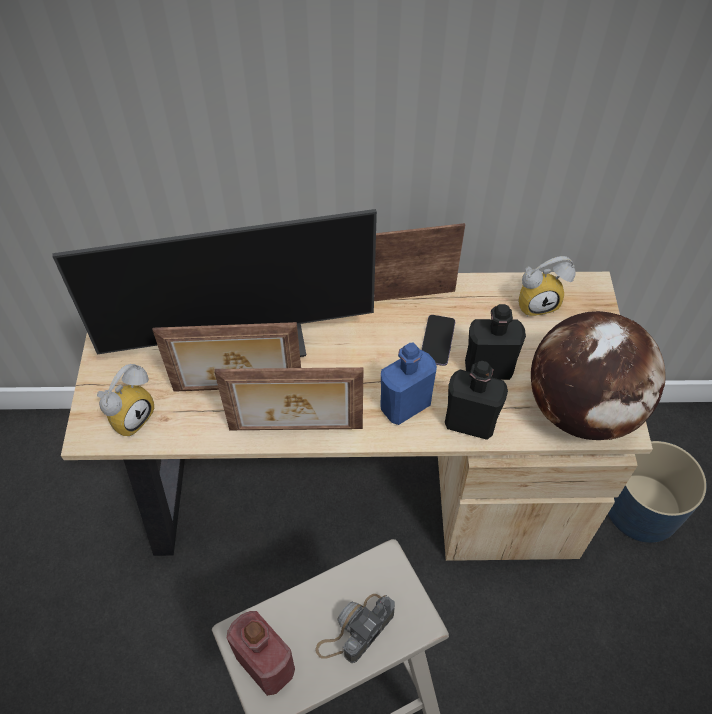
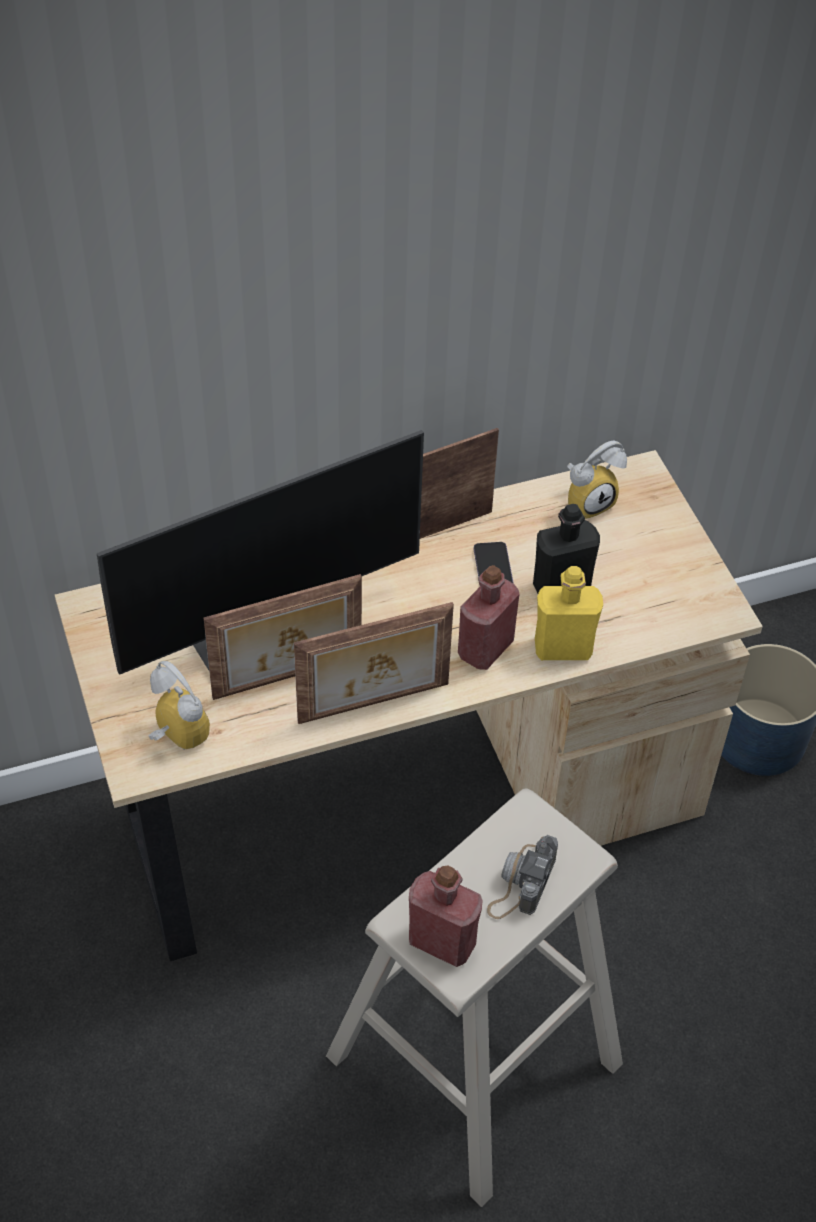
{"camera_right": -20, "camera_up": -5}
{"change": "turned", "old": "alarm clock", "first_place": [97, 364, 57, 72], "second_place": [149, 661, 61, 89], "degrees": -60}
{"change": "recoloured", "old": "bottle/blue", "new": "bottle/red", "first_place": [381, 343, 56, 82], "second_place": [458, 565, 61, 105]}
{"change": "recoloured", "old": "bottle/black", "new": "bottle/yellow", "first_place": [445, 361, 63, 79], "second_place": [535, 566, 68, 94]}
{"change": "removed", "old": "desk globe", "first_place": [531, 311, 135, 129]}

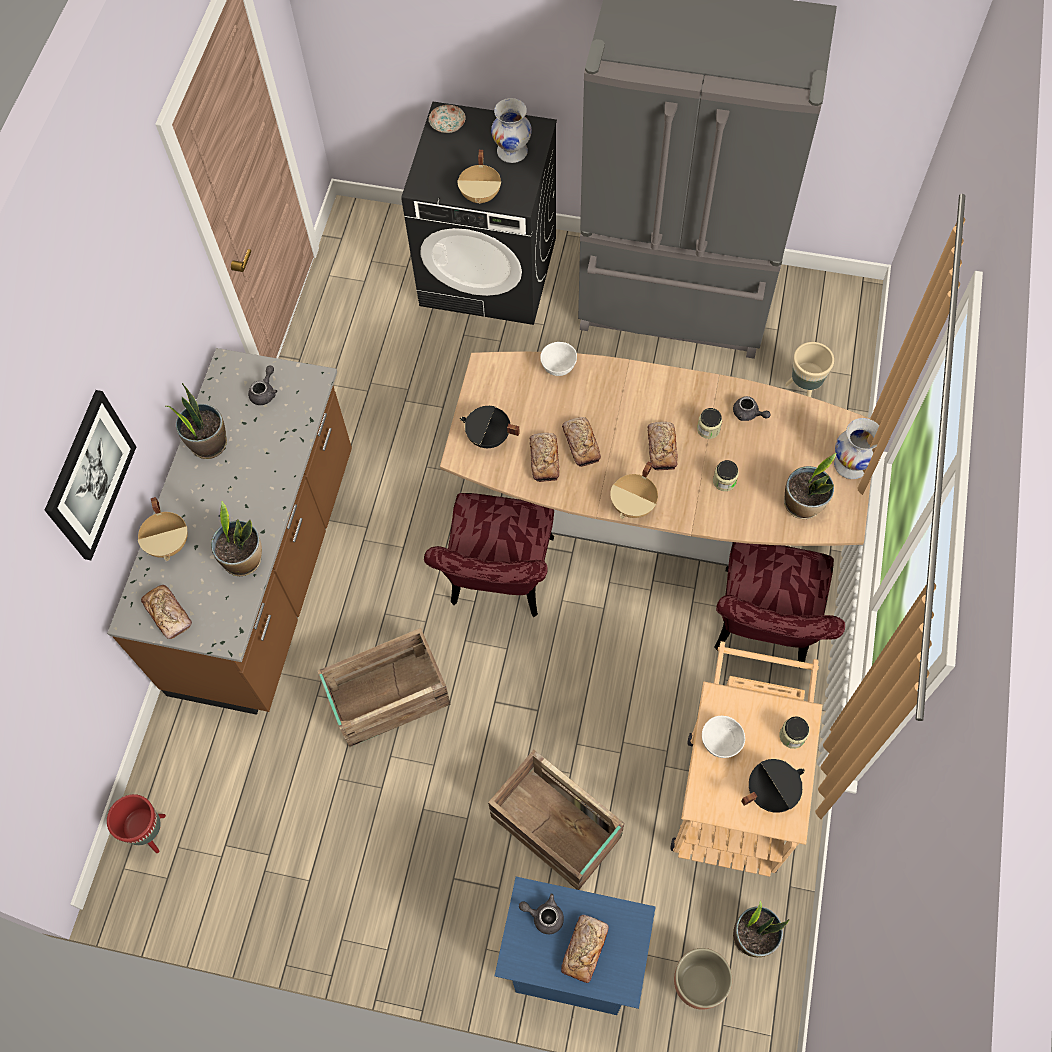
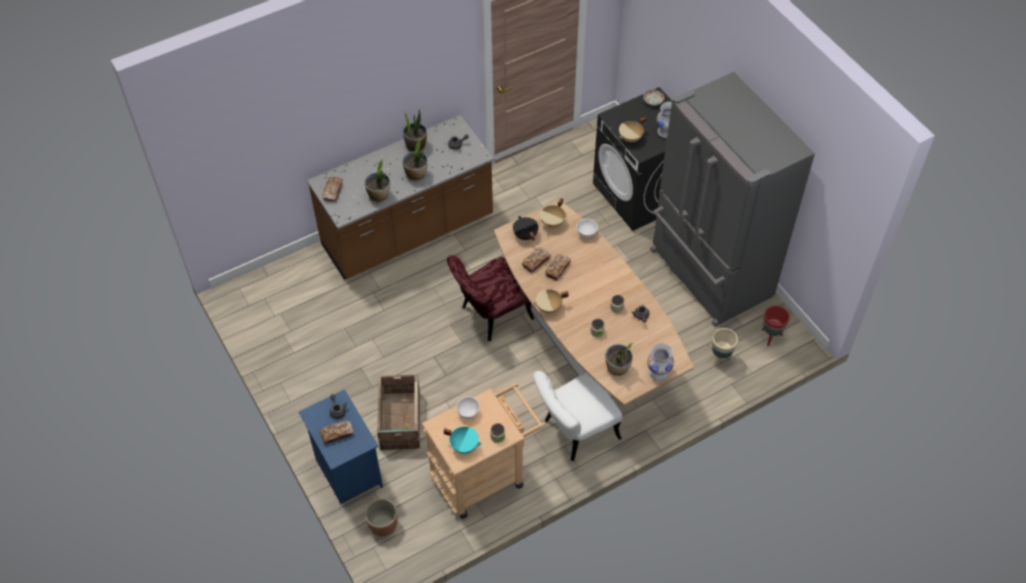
{"camera_right": 45, "camera_up": -10}
{"change": "removed", "old": "wall art", "first_place": [45, 390, 91, 170]}
{"change": "moved", "old": "plant pot/red", "first_place": [107, 794, 59, 59], "second_place": [762, 306, 28, 40]}
{"change": "moved", "old": "stockpot/beige", "first_place": [138, 497, 50, 64], "second_place": [540, 198, 26, 30]}
{"change": "removed", "old": "crate", "first_place": [318, 628, 132, 119]}
{"change": "removed", "old": "bread", "first_place": [647, 422, 30, 49]}
{"change": "recoloured", "old": "chair/red", "new": "chair/white", "first_place": [714, 542, 131, 120], "second_place": [533, 371, 89, 90]}
{"change": "moved", "old": "potted plant", "first_place": [733, 901, 56, 56], "second_place": [403, 137, 25, 44]}
{"change": "recoloured", "old": "stockpot/black", "new": "stockpot/turquoise", "first_place": [741, 759, 64, 54], "second_place": [444, 427, 38, 27]}

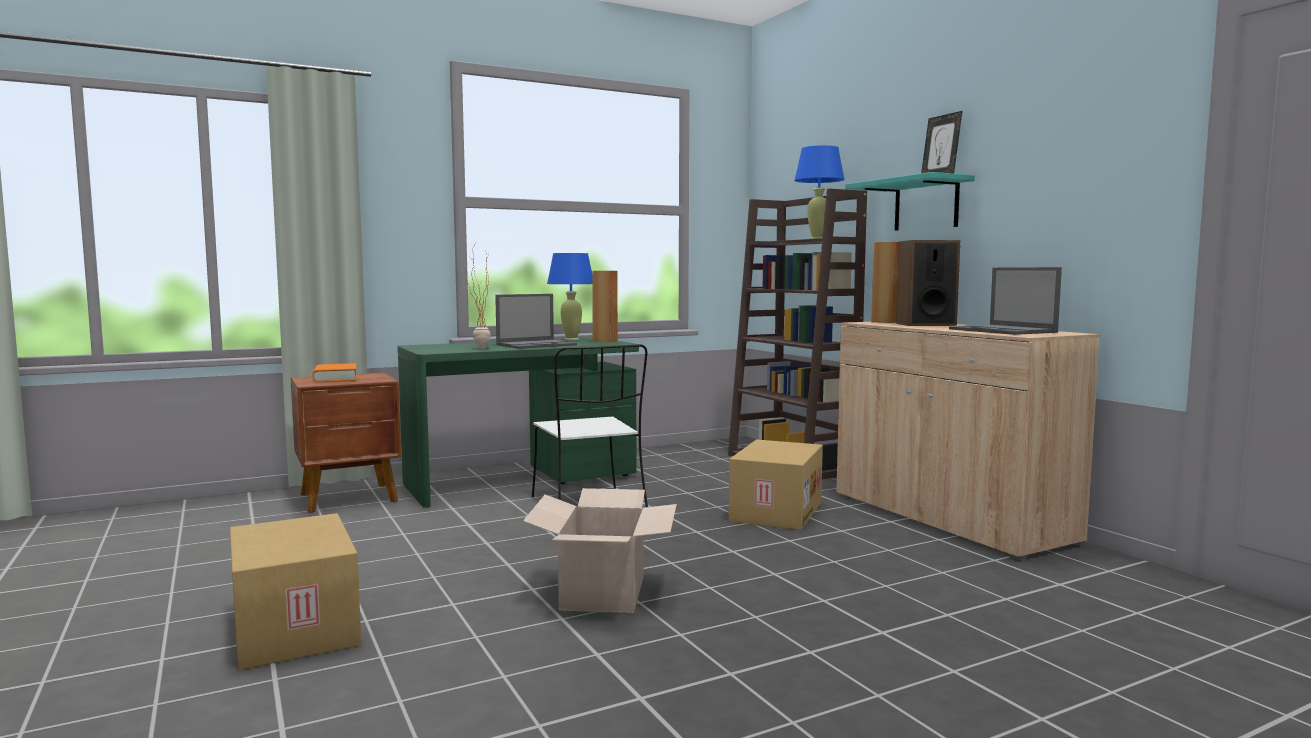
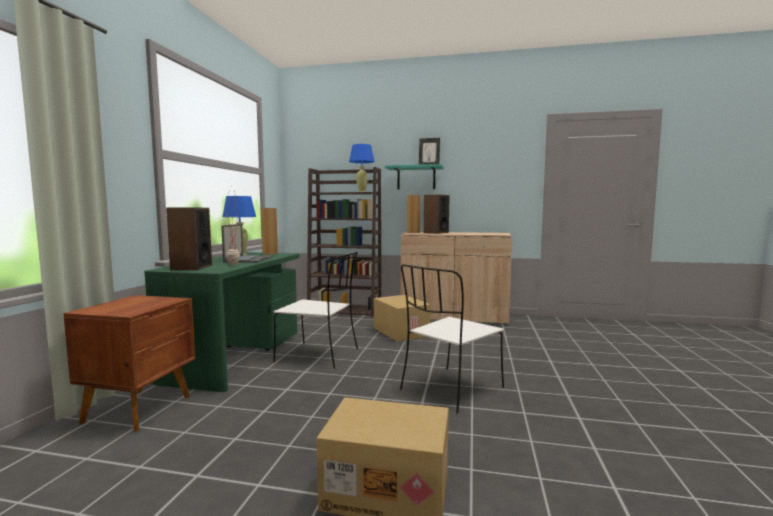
{"camera_right": -50, "camera_up": 0}
{"change": "removed", "old": "bound book/orange", "first_place": [312, 363, 45, 19]}
{"change": "replaced", "old": "carton", "new": "chair/white", "first_place": [523, 488, 154, 125], "second_place": [400, 264, 104, 149]}
{"change": "removed", "old": "notebook computer", "first_place": [949, 267, 113, 68]}
{"change": "added", "new": "loudspeaker", "second_place": [166, 208, 46, 62]}

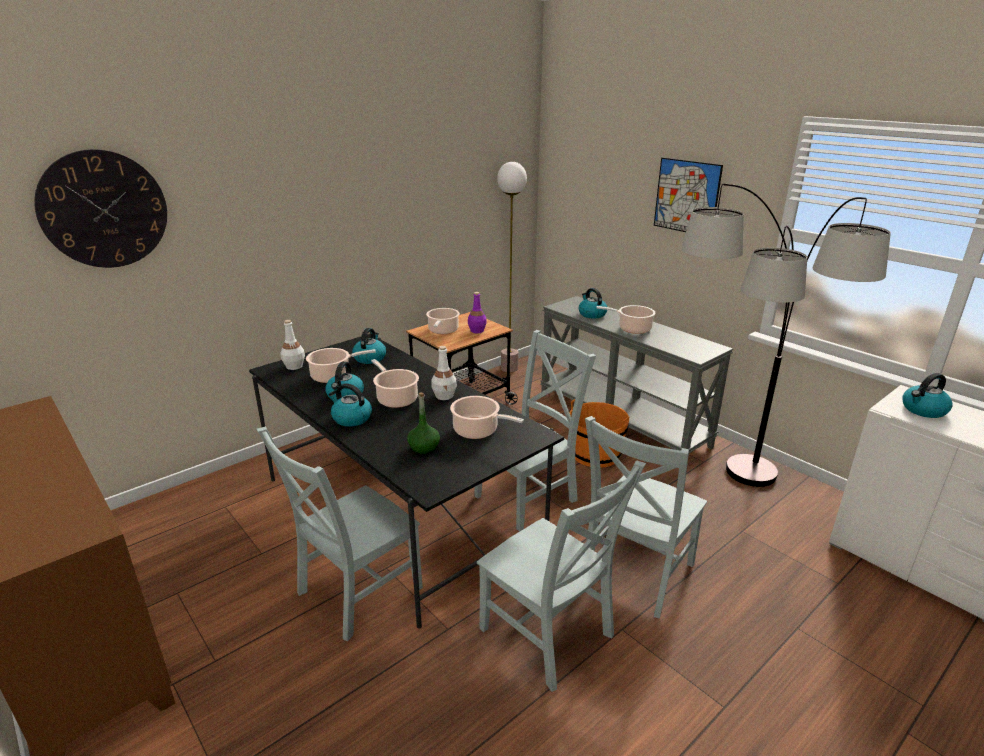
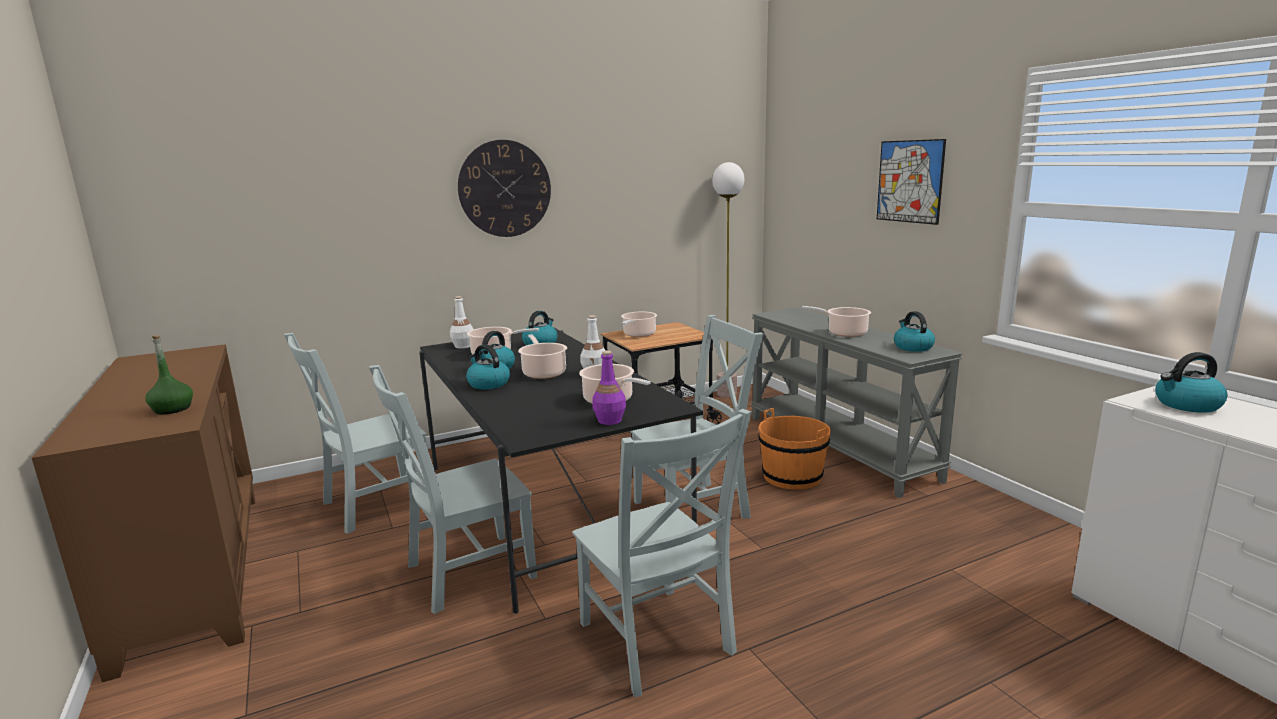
{"camera_right": 15, "camera_up": -10}
{"change": "moved", "old": "hanging clock", "first_place": [34, 149, 133, 119], "second_place": [458, 140, 93, 97]}
{"change": "moved", "old": "bottle/green", "first_place": [407, 393, 33, 61], "second_place": [145, 335, 48, 79]}
{"change": "moved", "old": "bottle/purple-coloured", "first_place": [468, 292, 19, 41], "second_place": [592, 350, 34, 75]}
{"change": "moved", "old": "water kettle", "first_place": [579, 288, 28, 31], "second_place": [894, 311, 41, 41]}
{"change": "moved", "old": "chair/gray", "first_place": [585, 416, 122, 203], "second_place": [284, 333, 143, 201]}
{"change": "removed", "old": "floor lamp", "first_place": [681, 184, 210, 303]}

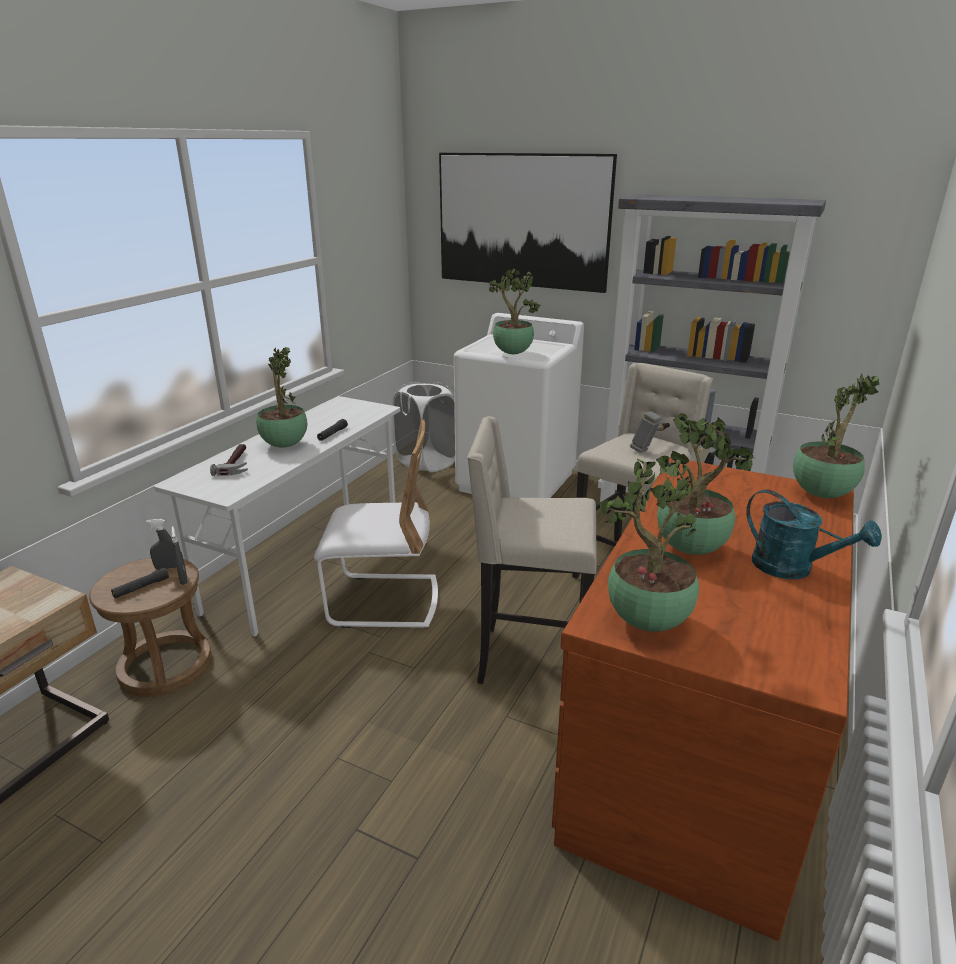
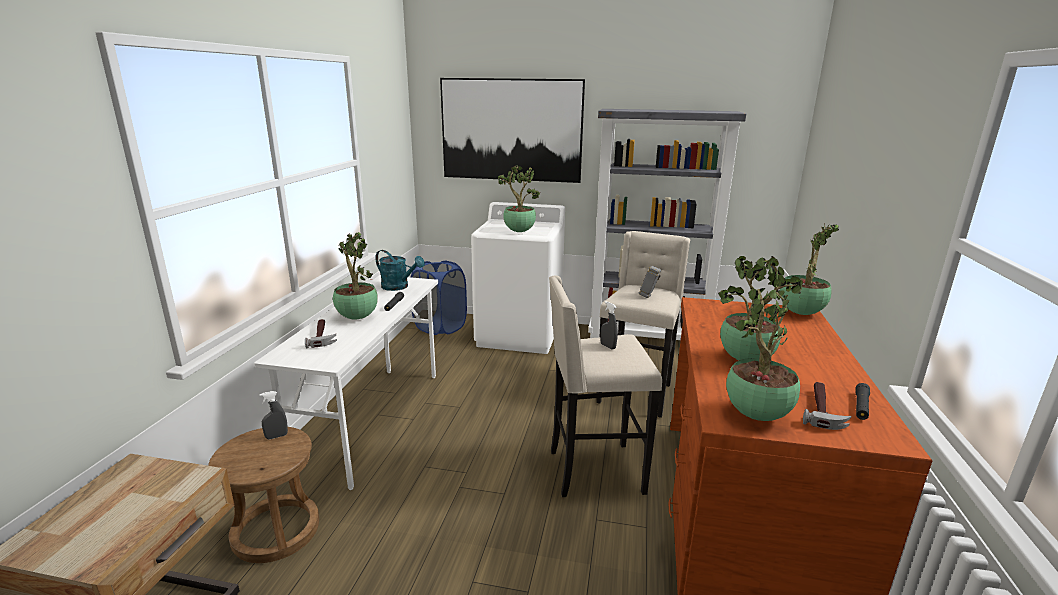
{"camera_right": -15, "camera_up": -5}
{"change": "moved", "old": "hand torch/black", "first_place": [111, 567, 58, 31], "second_place": [855, 383, 15, 37]}
{"change": "moved", "old": "sprayer/gray", "first_place": [171, 526, 17, 59], "second_place": [601, 301, 17, 49]}
{"change": "removed", "old": "chair/white", "first_place": [314, 419, 124, 209]}
{"change": "recoloured", "old": "washing basket/white", "new": "washing basket/blue", "first_place": [392, 382, 63, 90], "second_place": [411, 260, 56, 75]}
{"change": "moved", "old": "sprinkling can/turquoise", "first_place": [746, 489, 136, 90], "second_place": [375, 250, 50, 41]}
{"change": "added", "new": "tool hammer", "second_place": [803, 382, 49, 48]}

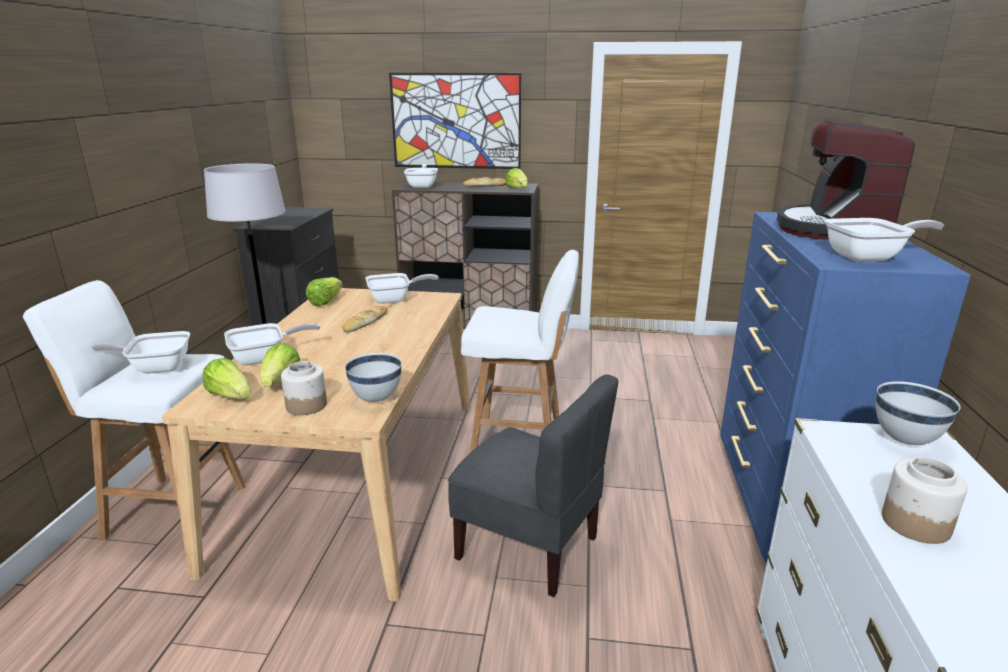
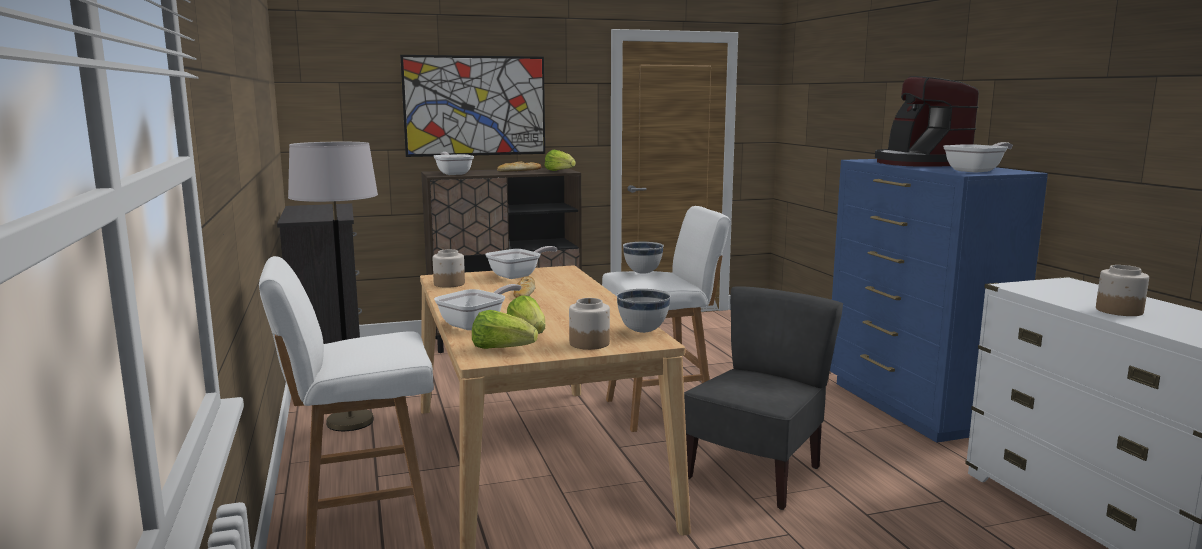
{"camera_right": -25, "camera_up": -10}
{"change": "removed", "old": "pan", "first_place": [91, 331, 99, 43]}
{"change": "replaced", "old": "lettuce", "new": "preserve jar", "first_place": [306, 277, 37, 29], "second_place": [433, 249, 32, 39]}
{"change": "turned", "old": "chair/gray", "first_place": [448, 375, 170, 222], "second_place": [684, 286, 159, 224], "degrees": -60}
{"change": "moved", "old": "serving bowl/white", "first_place": [876, 381, 84, 64], "second_place": [623, 242, 41, 32]}

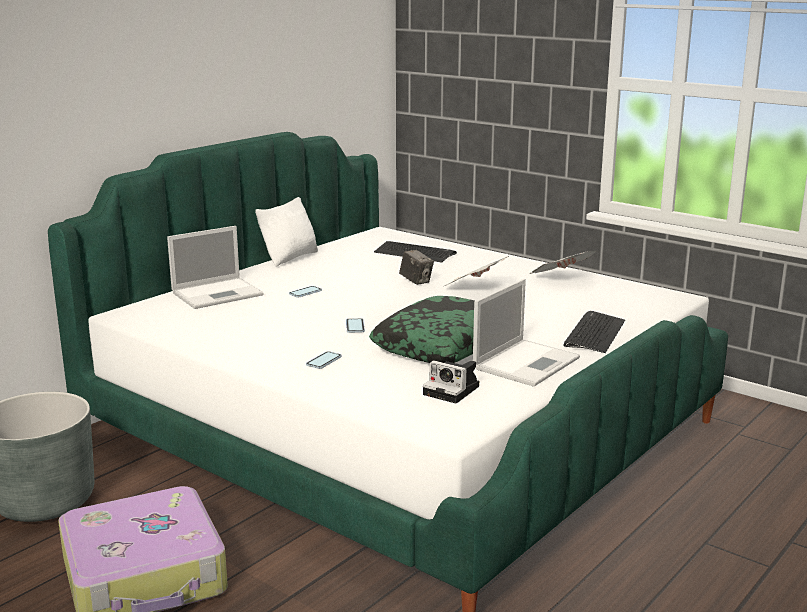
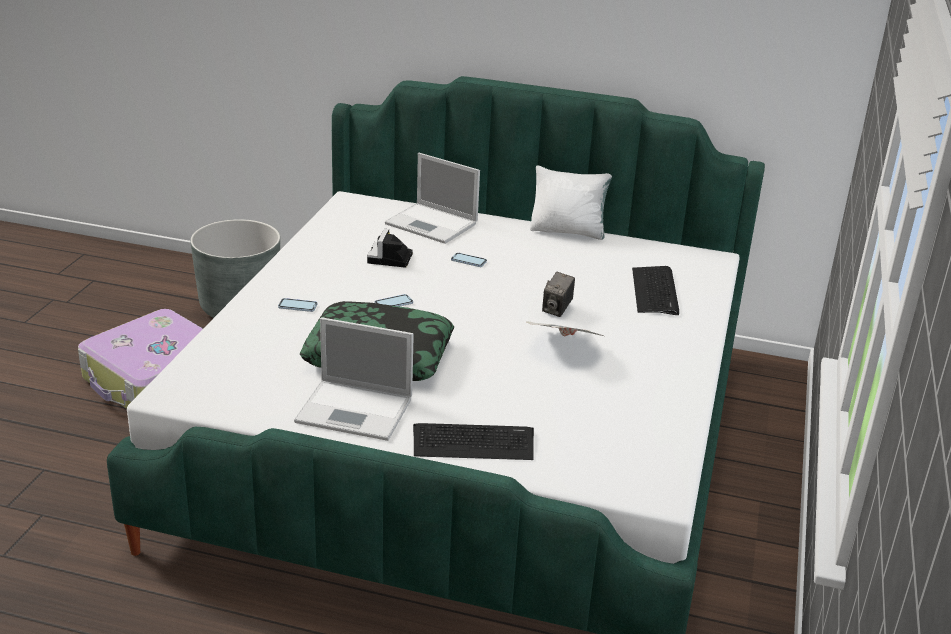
{"camera_right": 65, "camera_up": 10}
{"change": "moved", "old": "photo camera", "first_place": [423, 360, 56, 44], "second_place": [367, 229, 46, 39]}
{"change": "removed", "old": "daily paper", "first_place": [529, 251, 67, 23]}

